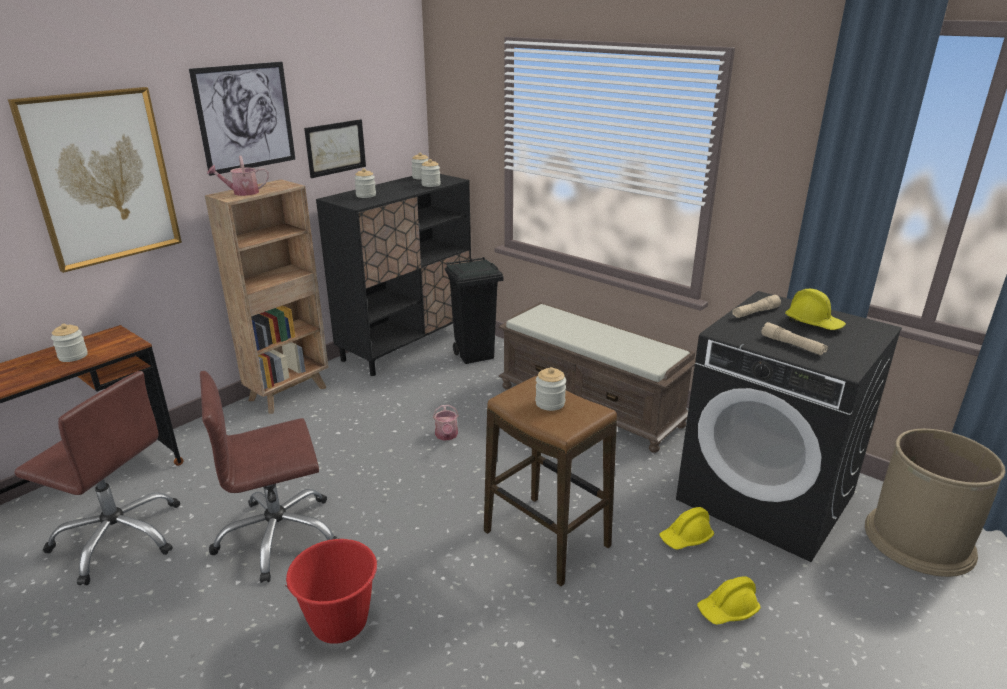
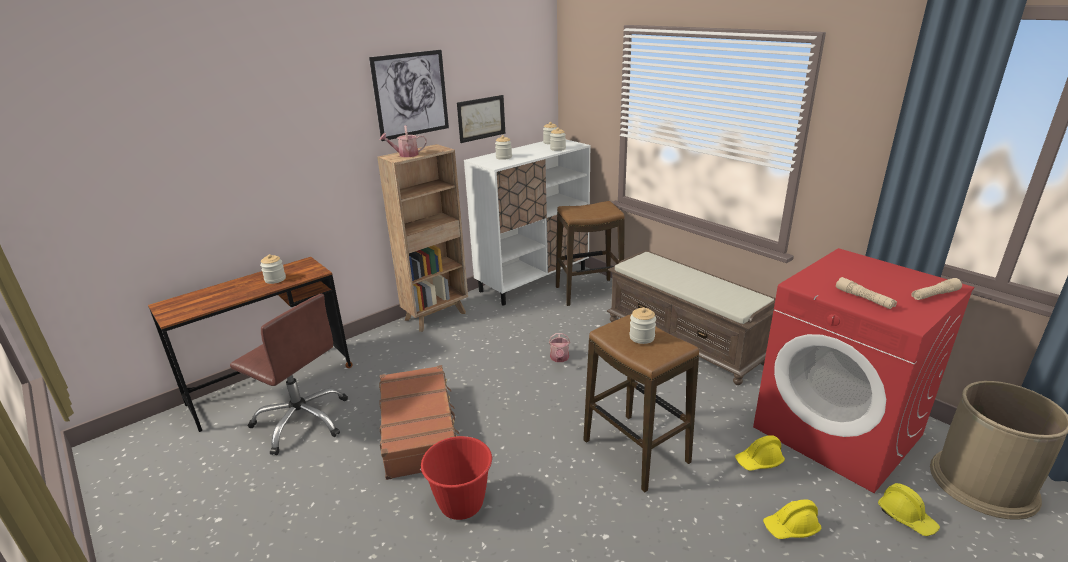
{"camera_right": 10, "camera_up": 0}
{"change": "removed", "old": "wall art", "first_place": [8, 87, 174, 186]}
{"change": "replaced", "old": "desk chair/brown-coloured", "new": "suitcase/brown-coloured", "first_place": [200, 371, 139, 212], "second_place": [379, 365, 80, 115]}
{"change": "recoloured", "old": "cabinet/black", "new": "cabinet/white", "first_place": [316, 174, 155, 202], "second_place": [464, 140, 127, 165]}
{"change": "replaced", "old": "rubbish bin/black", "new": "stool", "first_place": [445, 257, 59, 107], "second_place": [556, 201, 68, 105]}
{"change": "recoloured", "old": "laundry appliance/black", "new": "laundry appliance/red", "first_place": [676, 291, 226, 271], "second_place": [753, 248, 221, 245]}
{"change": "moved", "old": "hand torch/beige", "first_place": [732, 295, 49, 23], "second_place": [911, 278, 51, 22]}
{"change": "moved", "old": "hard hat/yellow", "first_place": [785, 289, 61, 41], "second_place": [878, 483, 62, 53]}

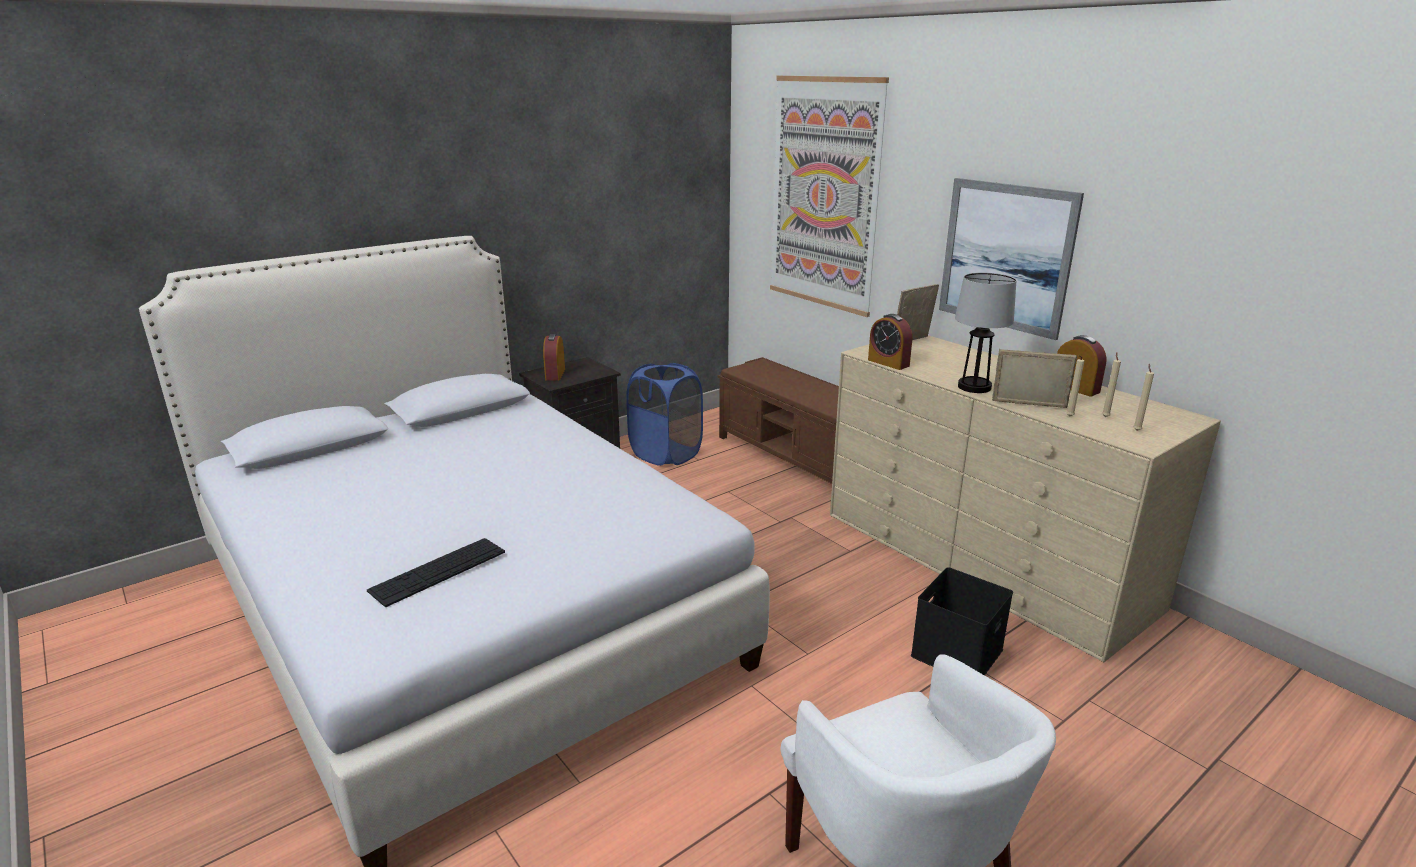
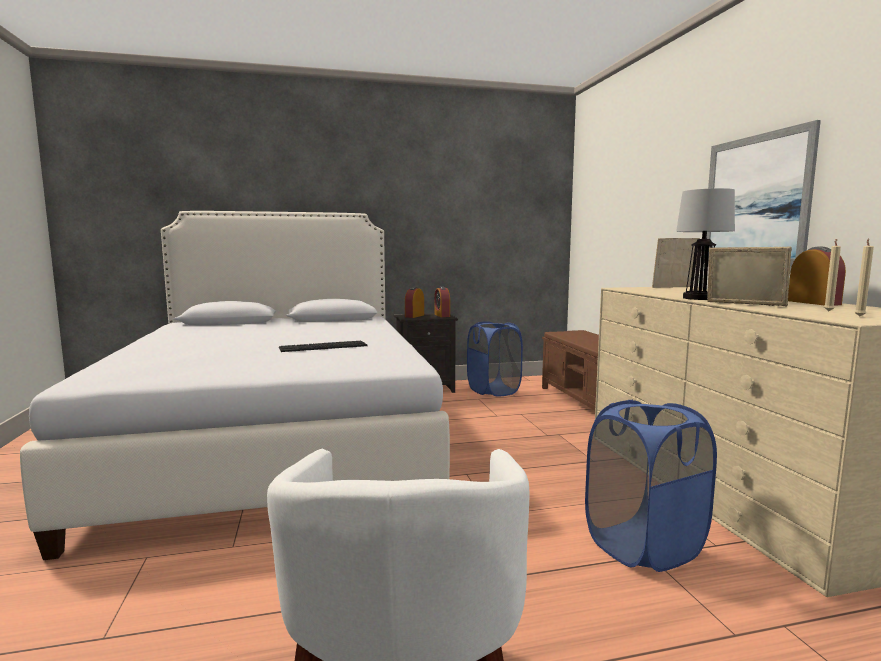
{"camera_right": 25, "camera_up": -15}
{"change": "moved", "old": "computer keyboard", "first_place": [367, 538, 138, 69], "second_place": [279, 340, 89, 12]}
{"change": "removed", "old": "wall art", "first_place": [770, 76, 119, 241]}
{"change": "moved", "old": "alarm clock", "first_place": [868, 314, 44, 56], "second_place": [434, 286, 16, 31]}
{"change": "replaced", "old": "storage box/black", "new": "washing basket/blue", "first_place": [911, 567, 102, 108], "second_place": [585, 400, 132, 172]}
{"change": "removed", "old": "wax candle/beige", "first_place": [1066, 355, 18, 61]}

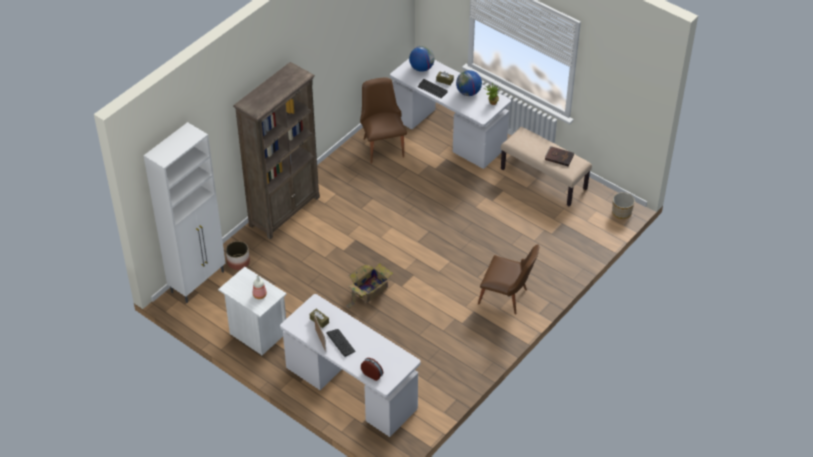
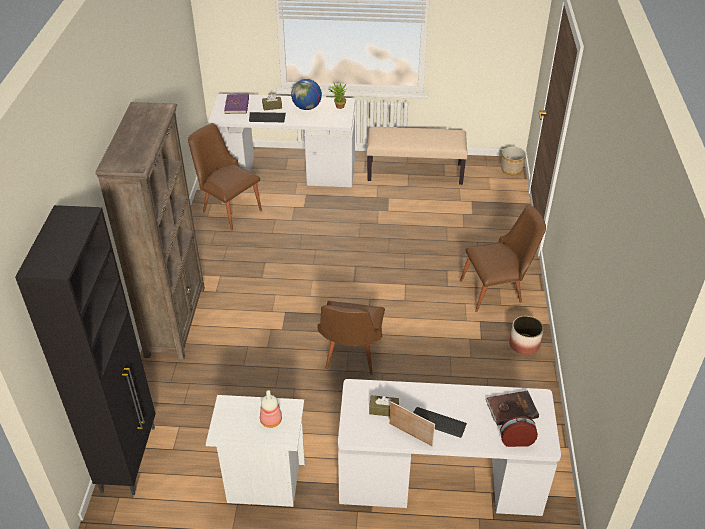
{"camera_right": -35, "camera_up": -5}
{"change": "recoloured", "old": "cabinet/white", "new": "cabinet/black", "first_place": [143, 122, 83, 181], "second_place": [15, 205, 140, 290]}
{"change": "moved", "old": "plant pot", "first_place": [226, 241, 24, 29], "second_place": [509, 316, 35, 39]}
{"change": "replaced", "old": "carton", "new": "chair/brown-coloured", "first_place": [346, 263, 47, 46], "second_place": [318, 301, 67, 74]}
{"change": "replaced", "old": "desk globe", "new": "bound book/purple-coloured", "first_place": [409, 46, 26, 26], "second_place": [224, 94, 25, 20]}
{"change": "moved", "old": "bound book/brown-coloured", "first_place": [545, 146, 30, 20], "second_place": [486, 390, 53, 35]}

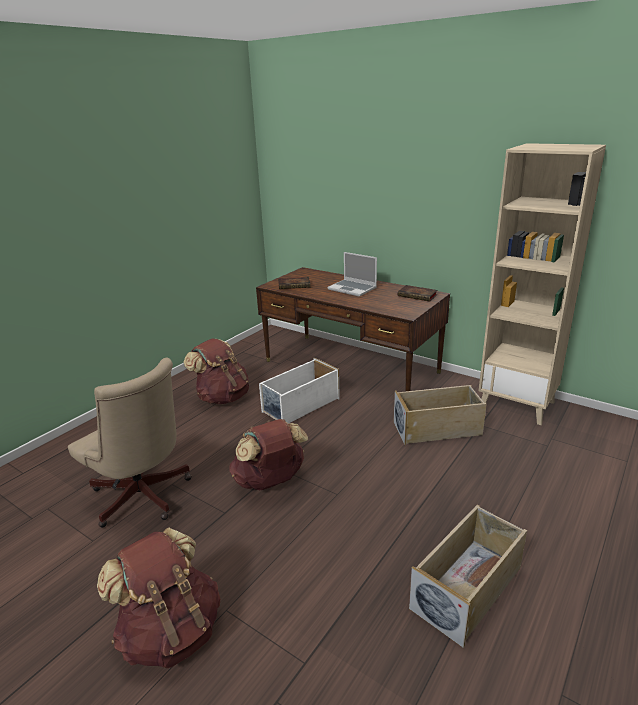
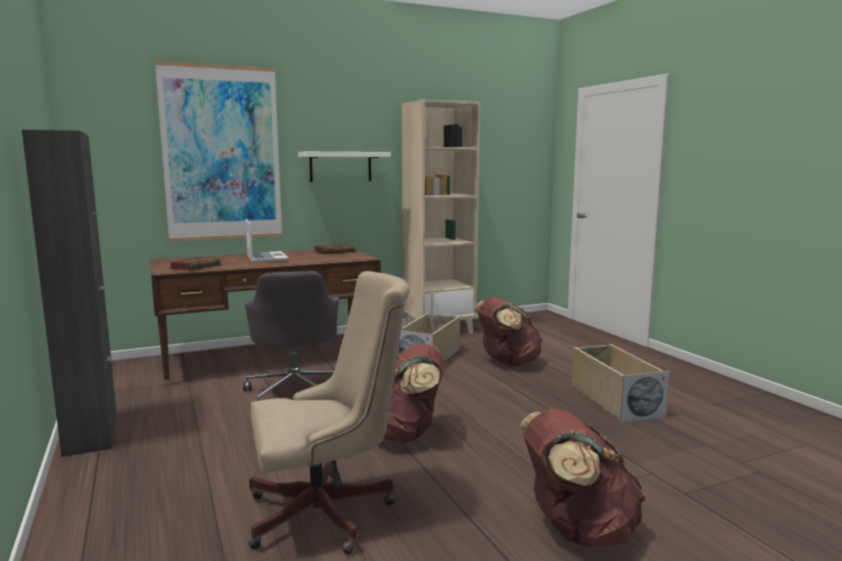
{"camera_right": -60, "camera_up": -15}
{"change": "moved", "old": "rucksack/brown-coloured", "first_place": [184, 338, 65, 66], "second_place": [473, 297, 69, 70]}
{"change": "replaced", "old": "storage box/white", "new": "desk chair/gray", "first_place": [259, 357, 81, 66], "second_place": [243, 271, 97, 130]}
{"change": "turned", "old": "notebook computer", "first_place": [327, 252, 50, 45], "second_place": [245, 220, 44, 43], "degrees": -90}
{"change": "added", "new": "cabinet/black", "second_place": [22, 130, 95, 327]}
{"change": "added", "new": "wall art", "second_place": [155, 61, 128, 180]}
{"change": "added", "new": "shelf/white", "second_place": [298, 152, 93, 30]}

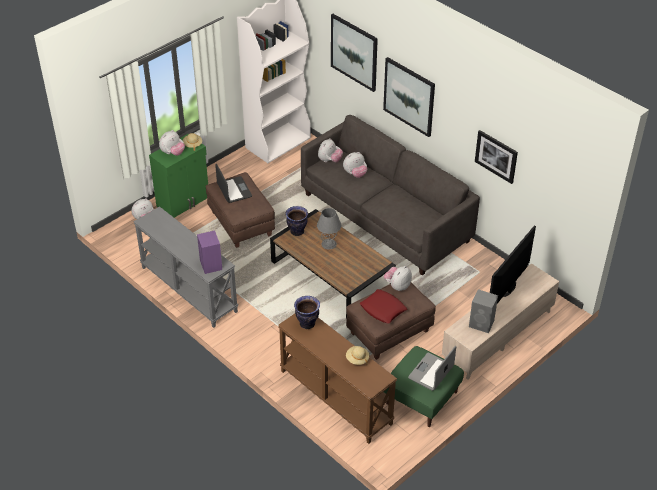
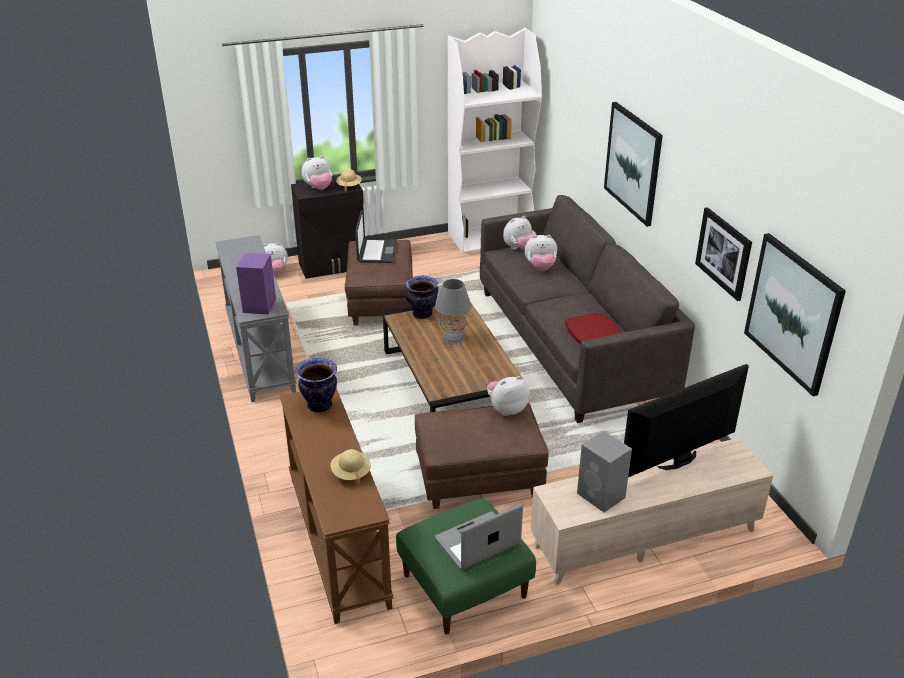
{"camera_right": 25, "camera_up": -10}
{"change": "recoloured", "old": "cabinet/green", "new": "cabinet/black", "first_place": [149, 134, 59, 84], "second_place": [291, 178, 74, 101]}
{"change": "moved", "old": "wall art", "first_place": [331, 14, 47, 78], "second_place": [744, 233, 102, 163]}
{"change": "moved", "old": "throw pillow/red", "first_place": [360, 289, 47, 35], "second_place": [565, 313, 57, 31]}

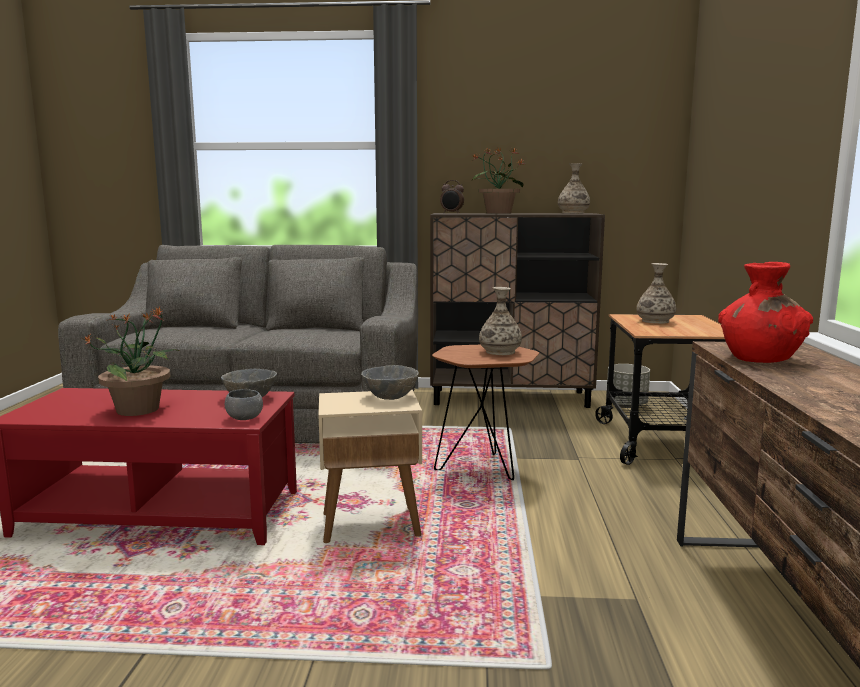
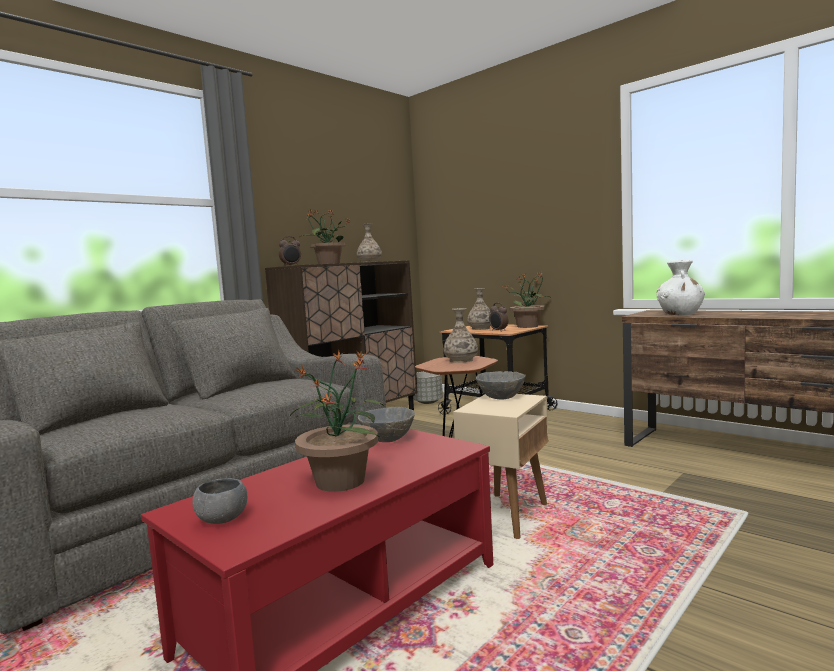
{"camera_right": -50, "camera_up": -5}
{"change": "moved", "old": "serving bowl/gray", "first_place": [225, 389, 38, 31], "second_place": [192, 478, 56, 46]}
{"change": "recoloured", "old": "decorative vase/red", "new": "decorative vase/white", "first_place": [718, 262, 95, 101], "second_place": [656, 260, 49, 56]}
{"change": "added", "new": "alarm clock", "second_place": [489, 303, 19, 29]}
{"change": "added", "new": "potted plant", "second_place": [505, 272, 45, 56]}

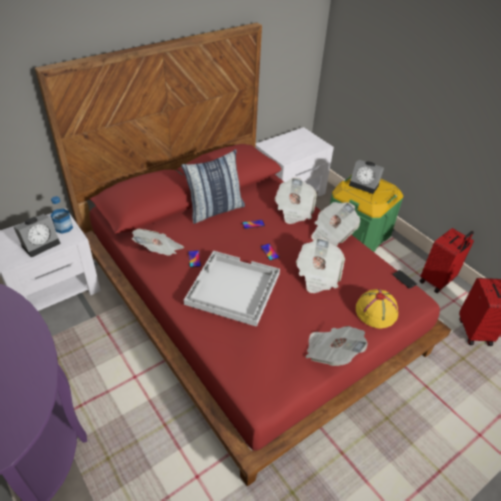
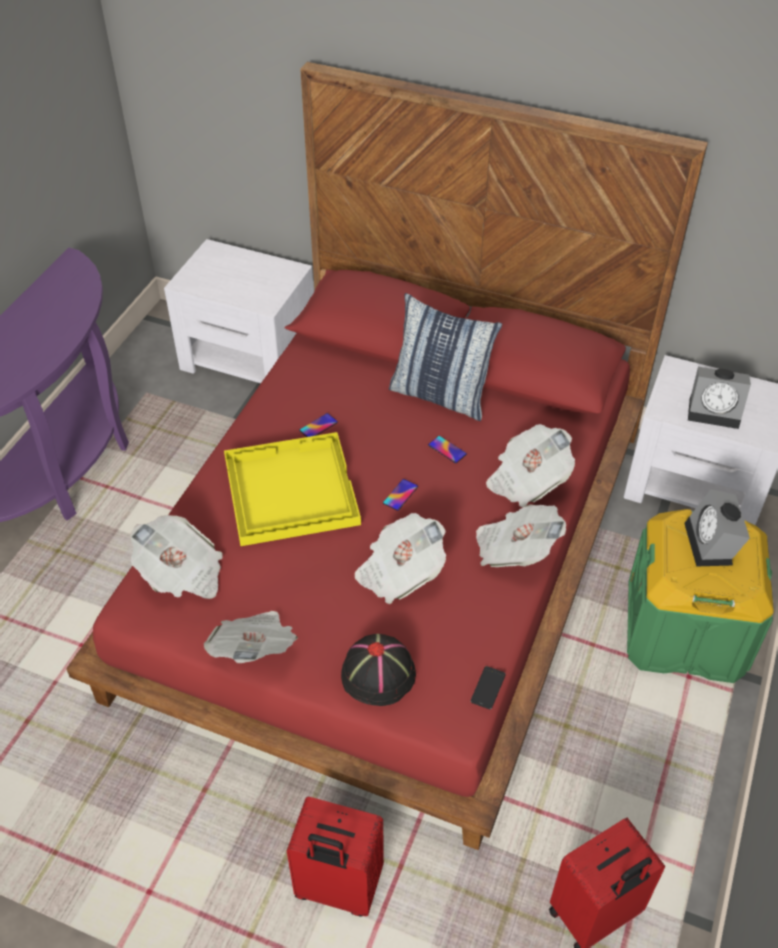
{"camera_right": 60, "camera_up": 5}
{"change": "moved", "old": "alarm clock", "first_place": [14, 214, 47, 44], "second_place": [688, 367, 63, 62]}
{"change": "removed", "old": "bottle", "first_place": [51, 196, 22, 38]}
{"change": "moved", "old": "daily paper", "first_place": [132, 229, 52, 27], "second_place": [130, 515, 93, 84]}
{"change": "recoloured", "old": "carrying tray/white", "new": "carrying tray/yellow", "first_place": [184, 251, 96, 76], "second_place": [224, 432, 137, 114]}
{"change": "recoloured", "old": "clothing hat/yellow", "new": "clothing hat/black", "first_place": [356, 289, 42, 40], "second_place": [341, 634, 75, 72]}
{"change": "moved", "old": "suitcase/red", "first_place": [419, 228, 55, 65], "second_place": [287, 797, 97, 120]}

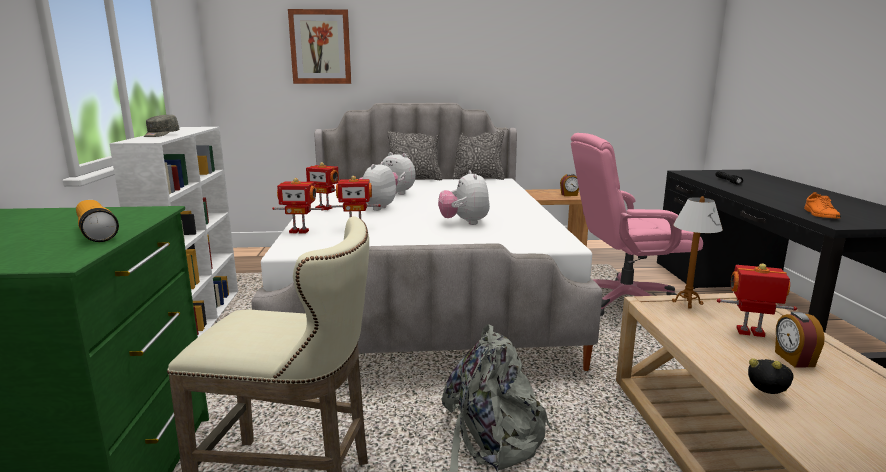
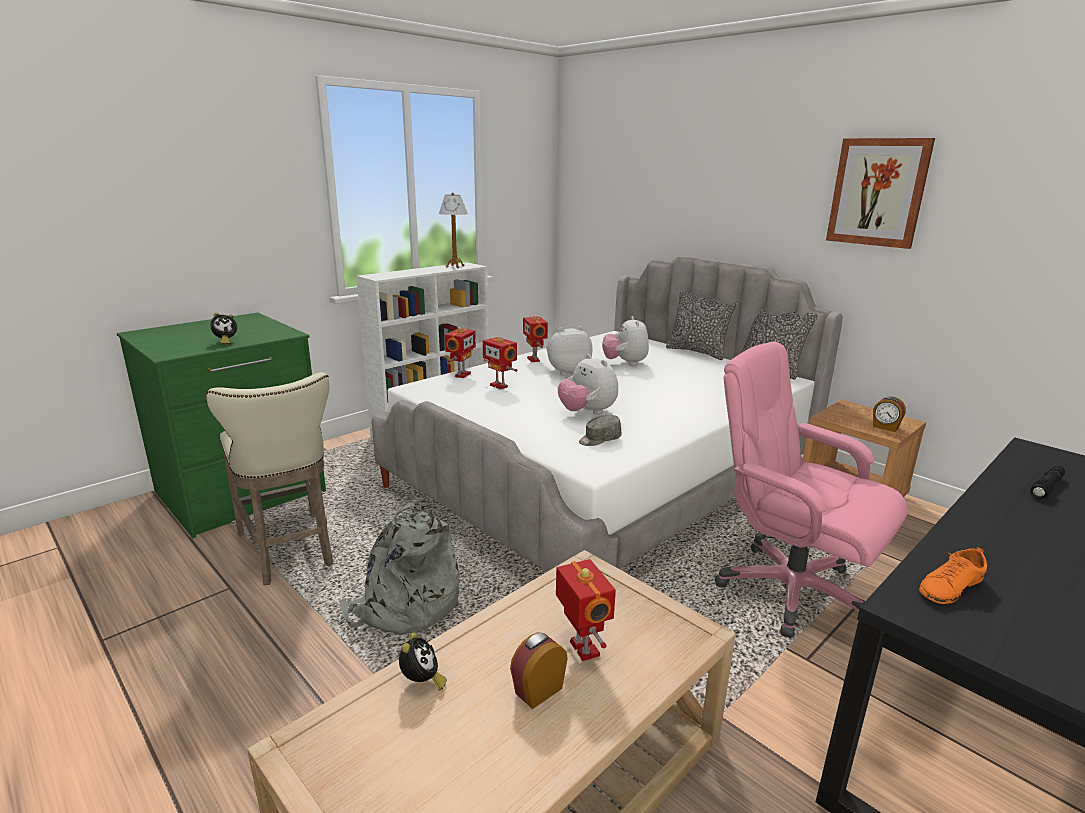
{"camera_right": 50, "camera_up": 5}
{"change": "replaced", "old": "hand torch", "new": "alarm clock", "first_place": [76, 200, 43, 42], "second_place": [210, 313, 27, 32]}
{"change": "moved", "old": "cap/gray", "first_place": [144, 115, 35, 22], "second_place": [579, 415, 42, 31]}
{"change": "turned", "old": "robot figure", "first_place": [272, 178, 52, 56], "second_place": [445, 327, 31, 51], "degrees": -120}
{"change": "moved", "old": "wall art", "first_place": [288, 9, 63, 75], "second_place": [826, 138, 109, 111]}
{"change": "turned", "old": "cuddly toy", "first_place": [438, 170, 52, 55], "second_place": [558, 354, 60, 61], "degrees": -75}
{"change": "moved", "old": "table lamp", "first_place": [672, 196, 51, 113], "second_place": [439, 192, 29, 76]}

